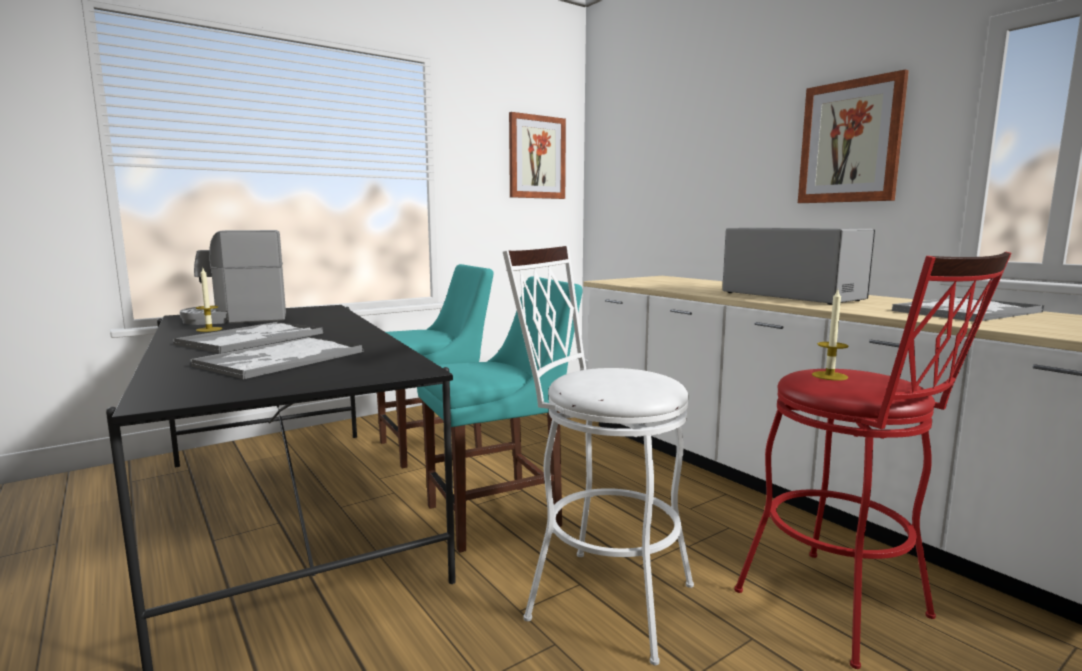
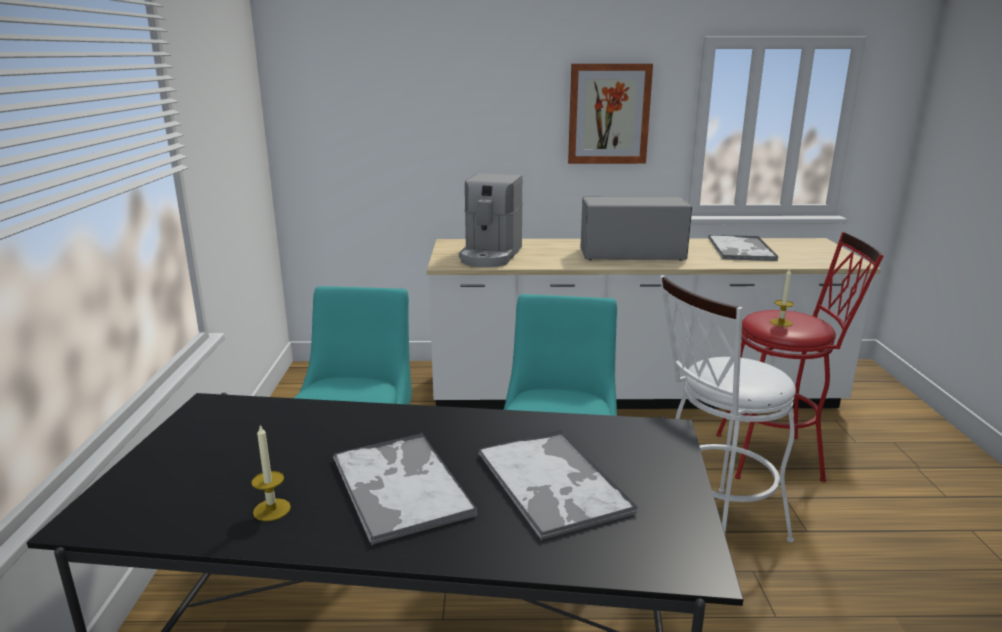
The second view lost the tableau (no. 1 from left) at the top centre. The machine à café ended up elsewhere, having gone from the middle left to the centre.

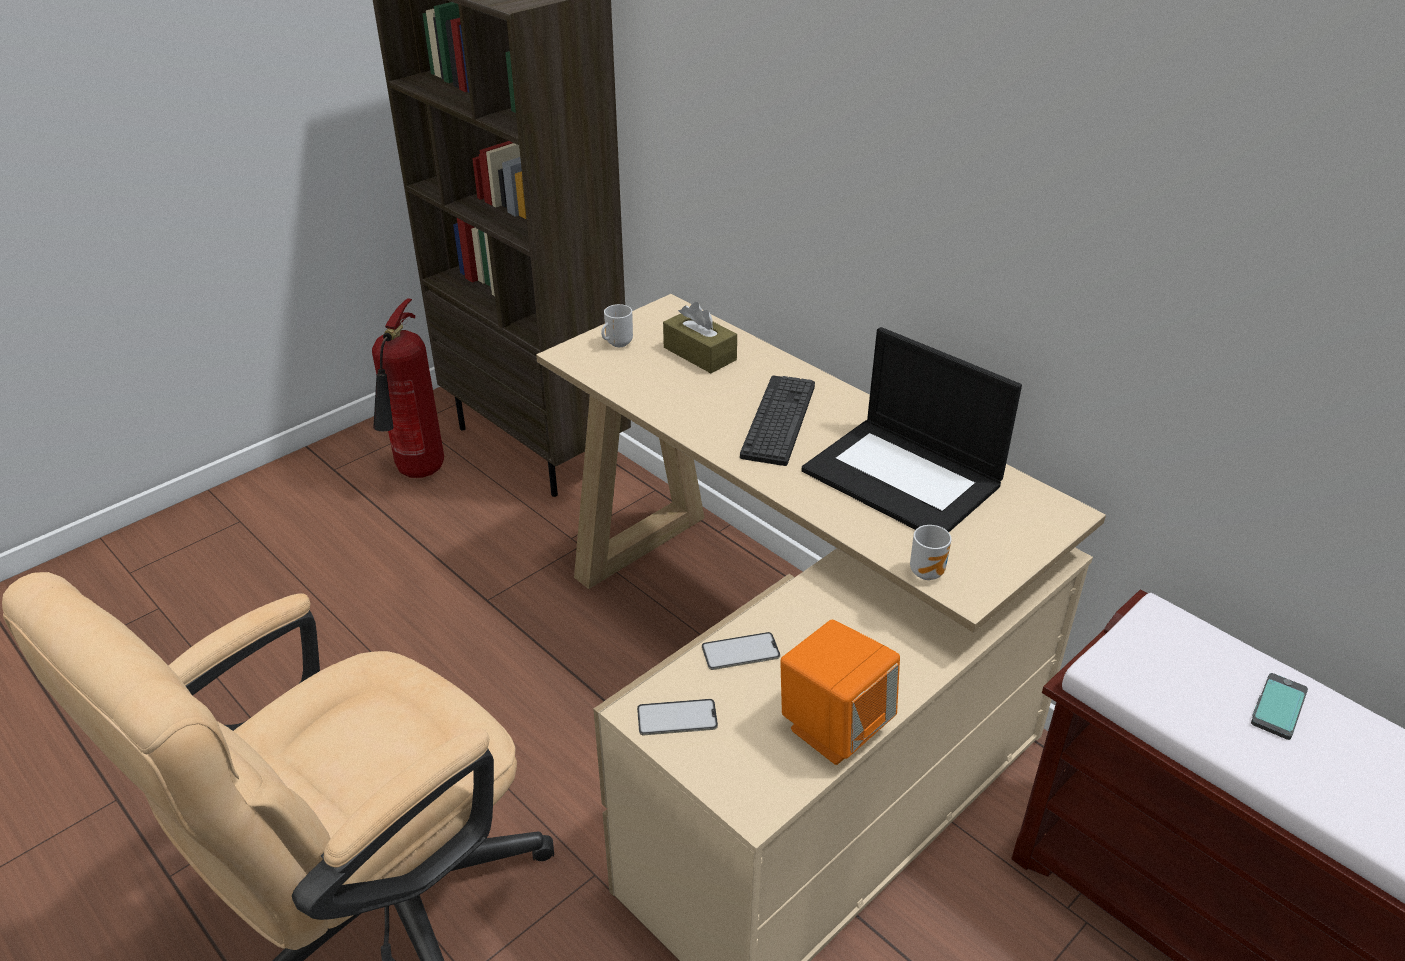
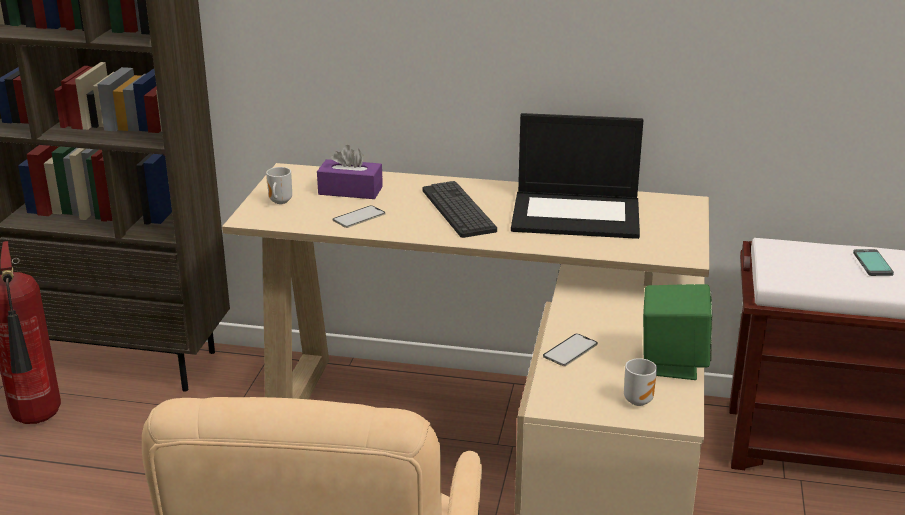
What was the boîte à mouchoirs (marron) at the centre turned into the boîte à mouchoirs (violet) at the centre. The mug (no. 2 from left) ended up elsewhere, having gone from the centre to the bottom right. What was the enceinte (orange) at the bottom centre turned into the enceinte (vert) at the middle right. The téléphone (no. 1 from left) ended up elsewhere, having gone from the bottom centre to the centre.

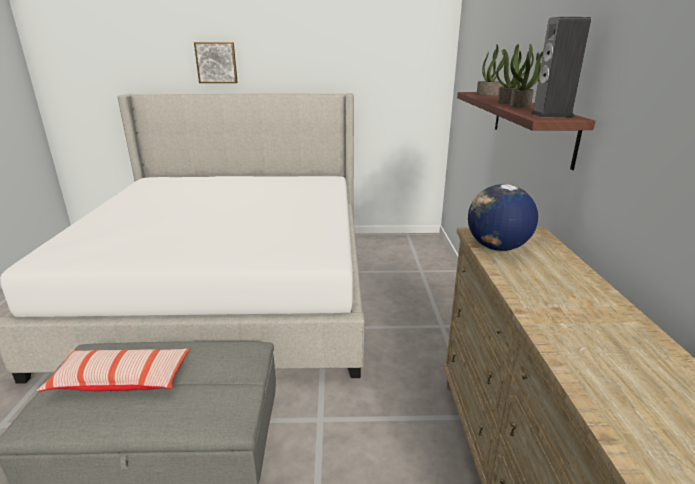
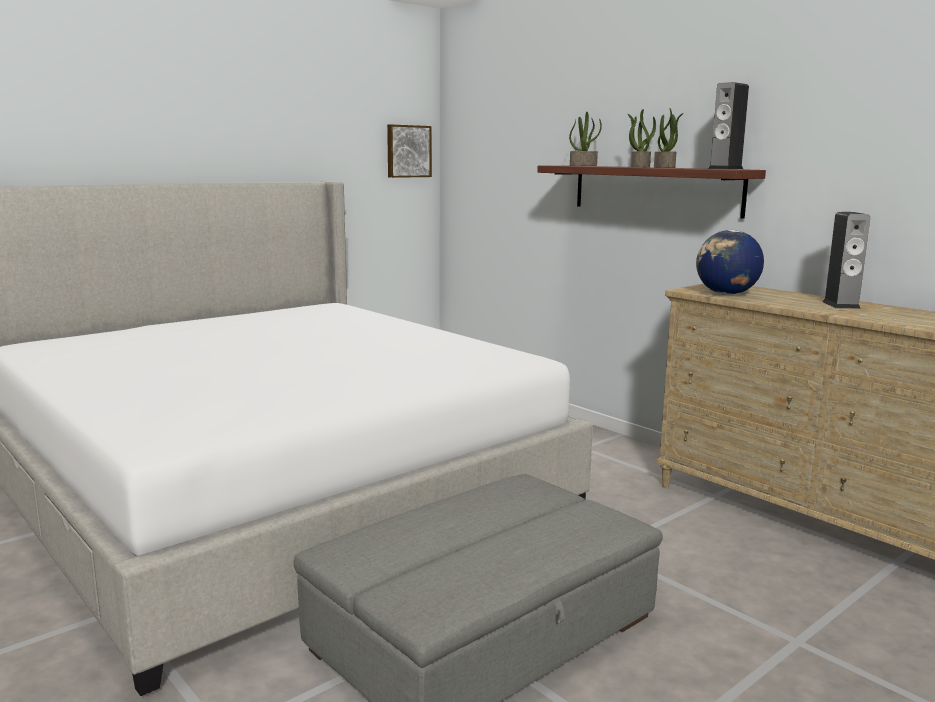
The tableau ended up elsewhere, having gone from the top left to the top centre. The second view lost the coussin at the bottom left. The second view gained the enceinte (no. 2 from left) at the middle right.

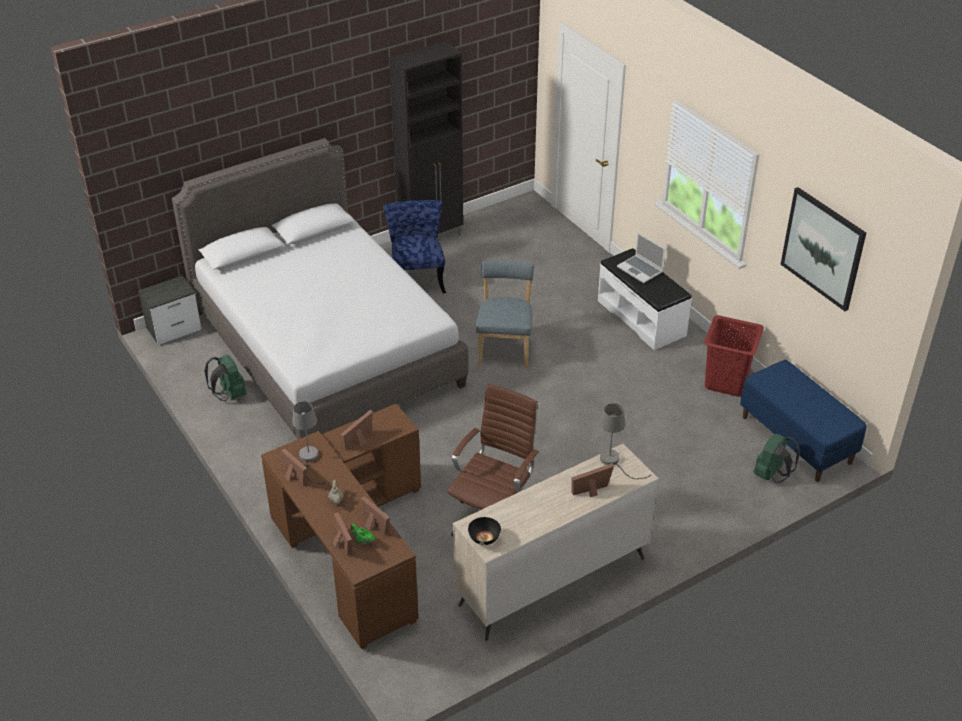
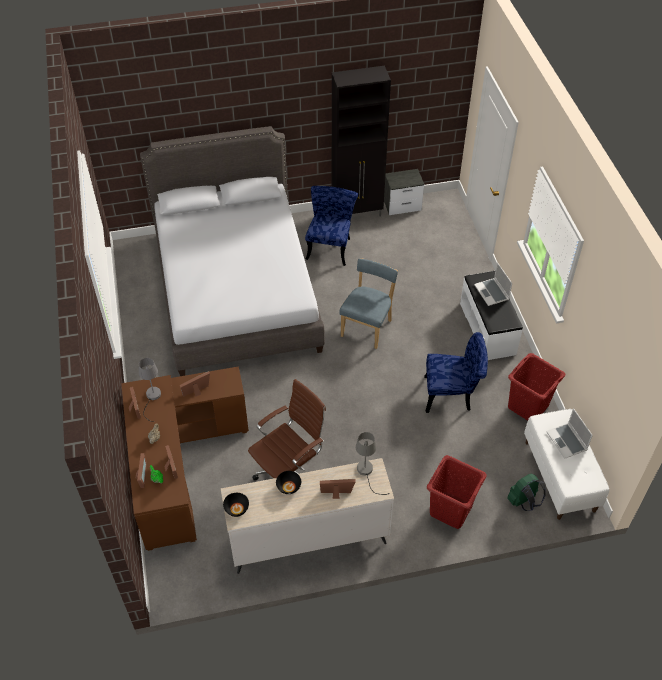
The second view lost the tableau at the middle right. The table de chevet ended up elsewhere, having gone from the middle left to the top centre. The second view lost the sac à dos (vert) (no. 1 from left) at the middle left. What was the banc (bleu) at the middle right turned into the banc (blanc) (no. 2 from left) at the bottom right. The second view gained the chaise (bleu) (no. 3 from left) at the middle right. The second view gained the ordinateur portable (no. 2 from left) at the middle right. The second view gained the panier à linge (rouge) (no. 1 from left) at the bottom right. The second view gained the bol (noir) (no. 2 from left) at the bottom centre.

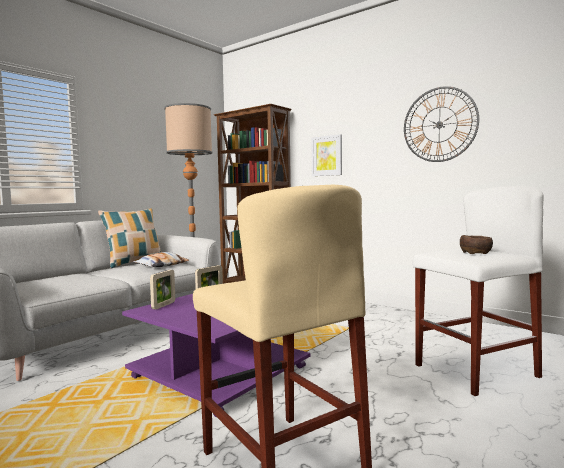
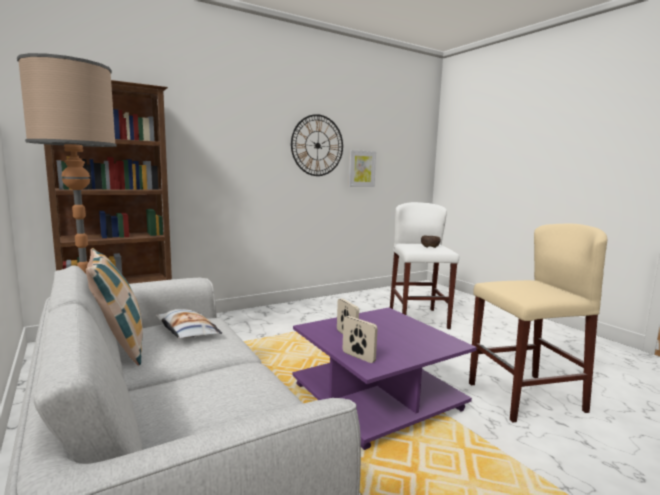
The tableau ended up elsewhere, having gone from the top centre to the centre.

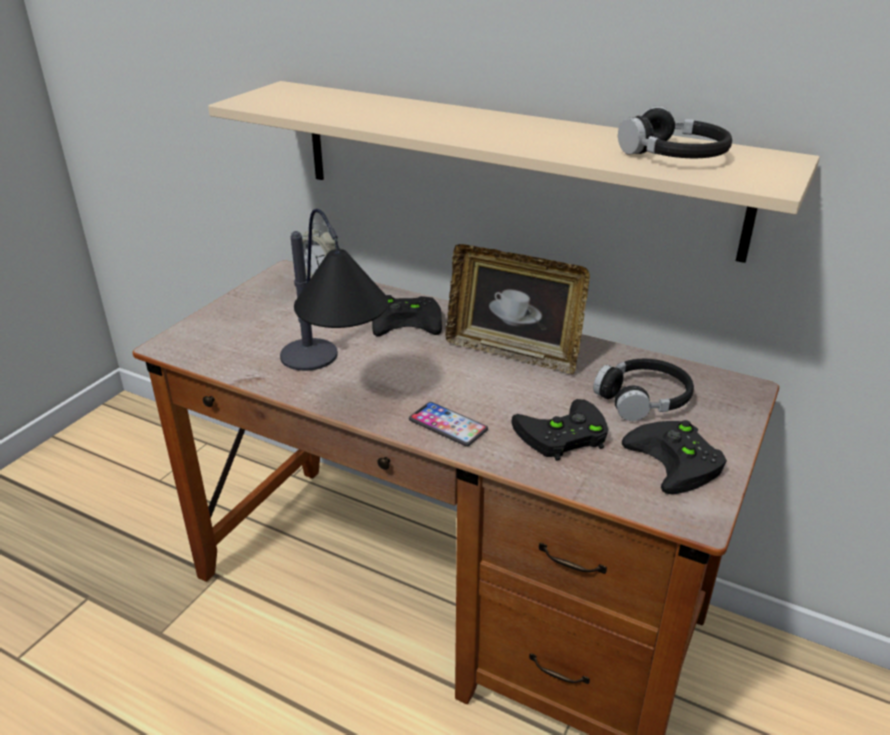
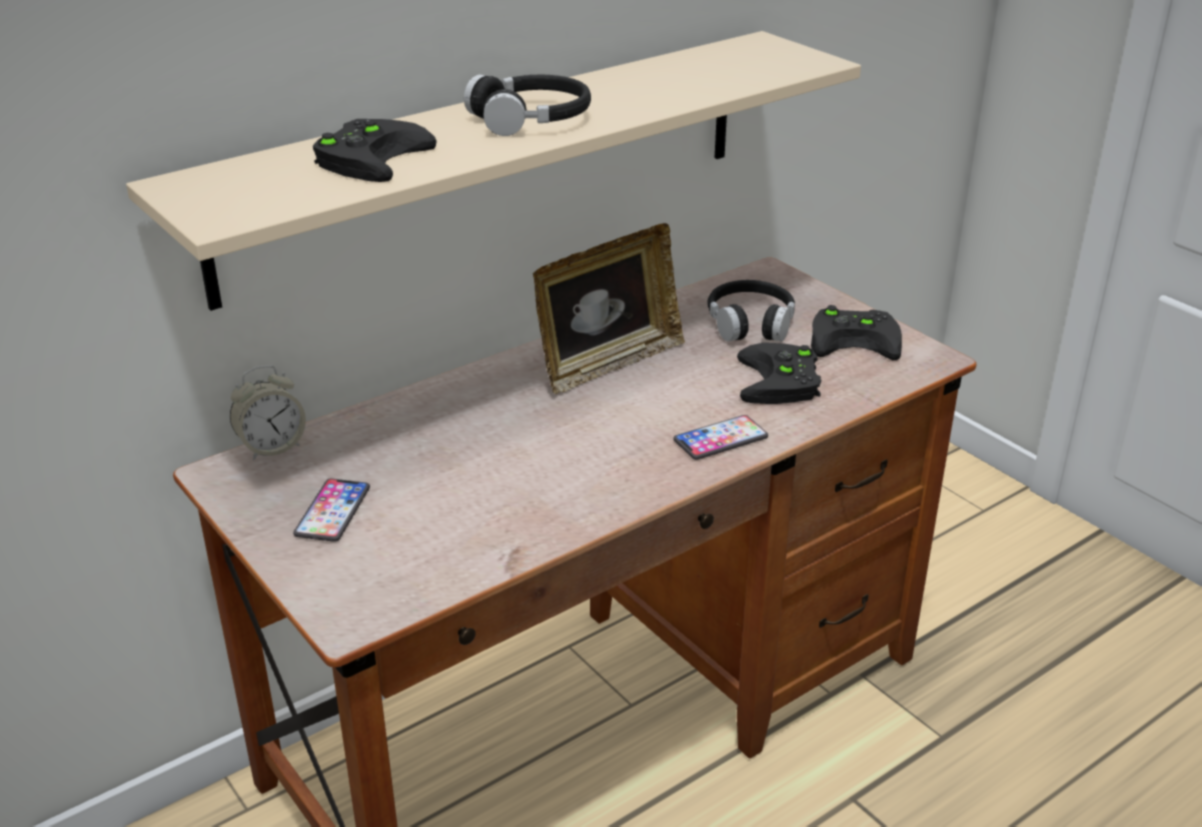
The casque audio (noir) (no. 2 from left in the first image) ended up elsewhere, having gone from the top right to the top centre. The second view lost the lampe de table at the centre. The manette (noir) (no. 1 from left) ended up elsewhere, having gone from the centre to the top left. The second view gained the téléphone (no. 1 from left) at the middle left.

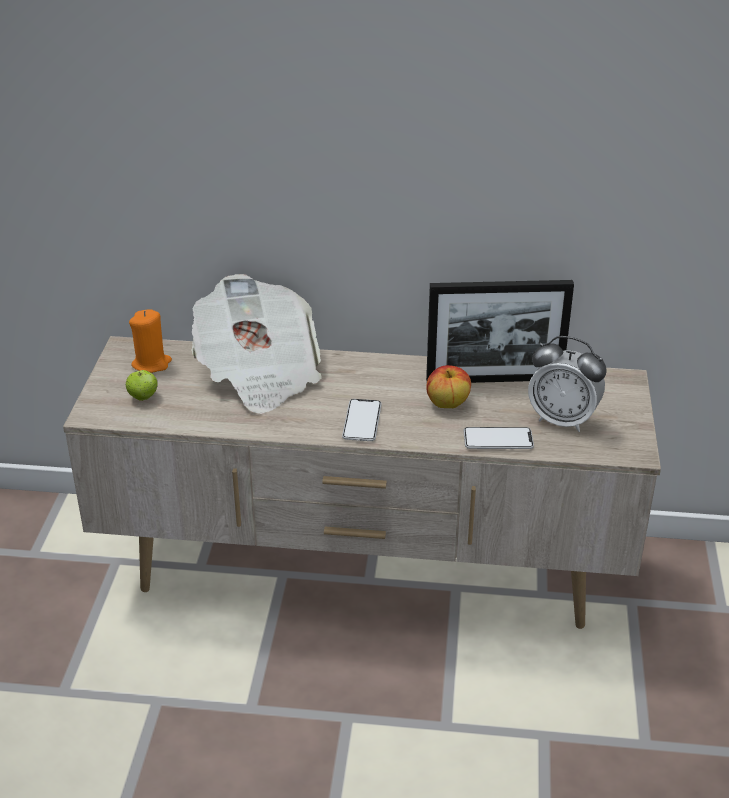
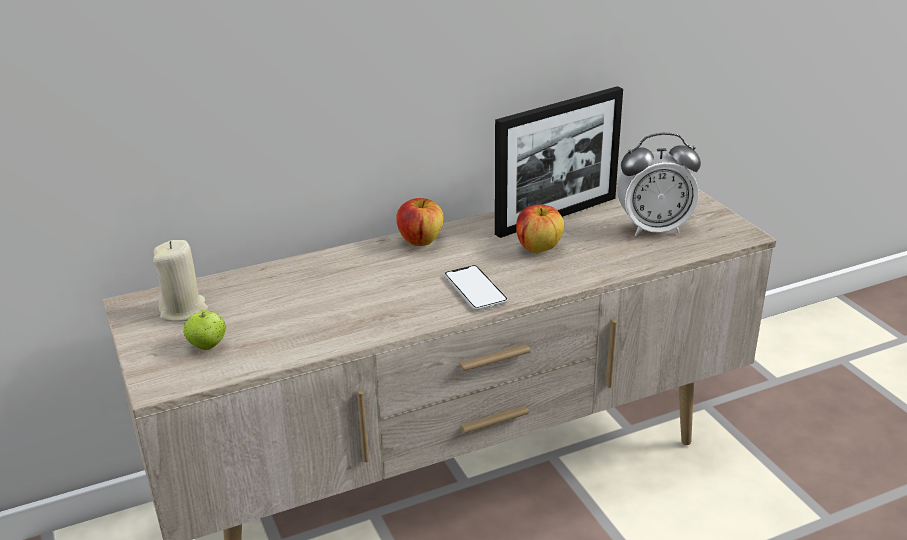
The second view lost the journal at the centre. What was the bougie (orange) at the middle left turned into the bougie (beige) at the middle left. The second view lost the téléphone (no. 2 from left) at the middle right. The second view gained the pomme (no. 2 from left) at the centre.

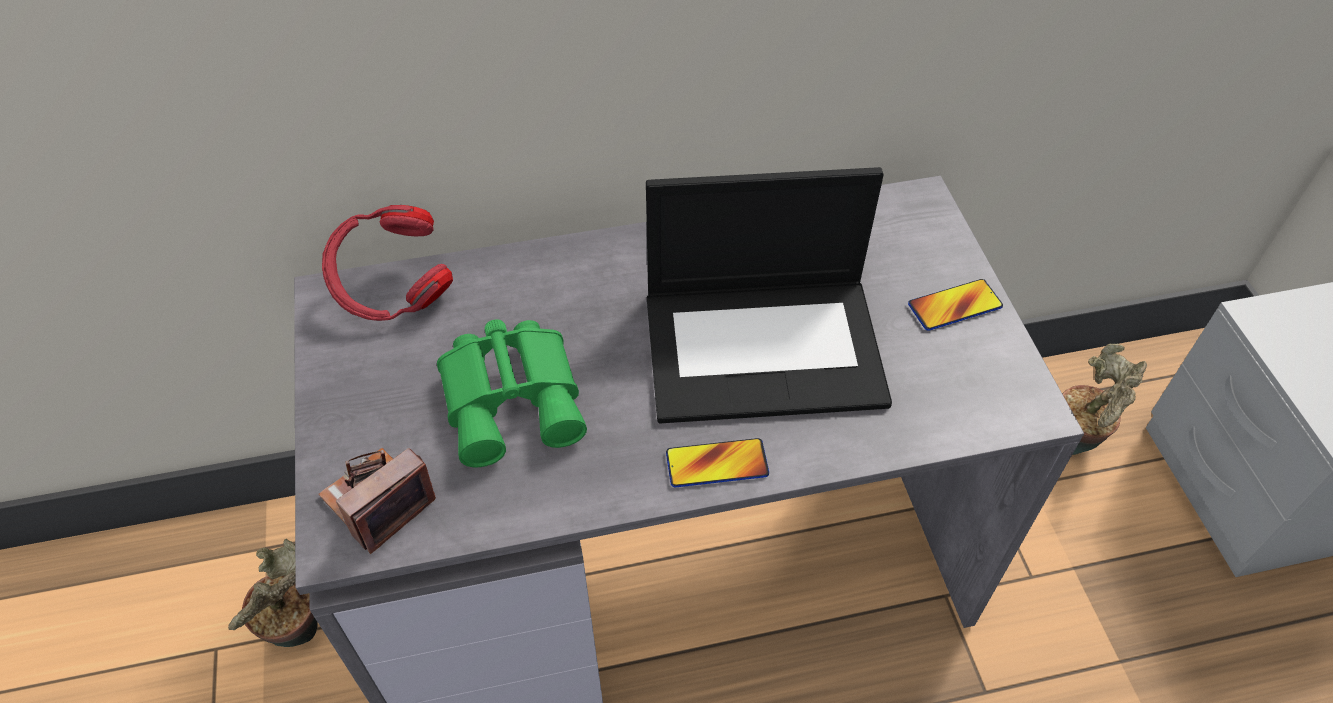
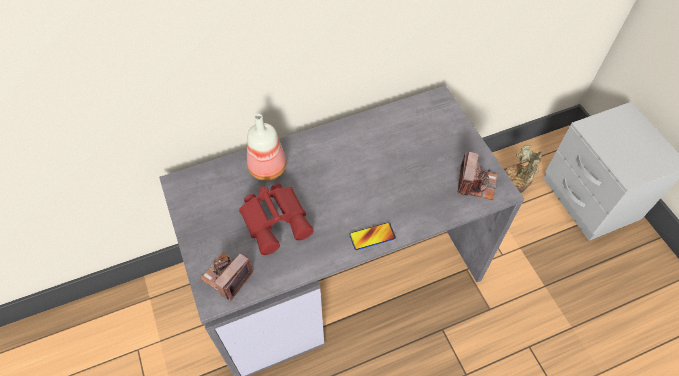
The second view lost the ordinateur portable at the centre. The second view lost the casque audio (rouge) at the middle left. The second view lost the téléphone (no. 2 from left) at the middle right. What was the jumelles (vert) at the centre turned into the jumelles (rouge) at the centre. The second view lost the plante en pot (no. 1 from left) at the bottom left. The second view gained the bouteille at the centre. The second view gained the appareil photo (no. 2 from left) at the middle right.

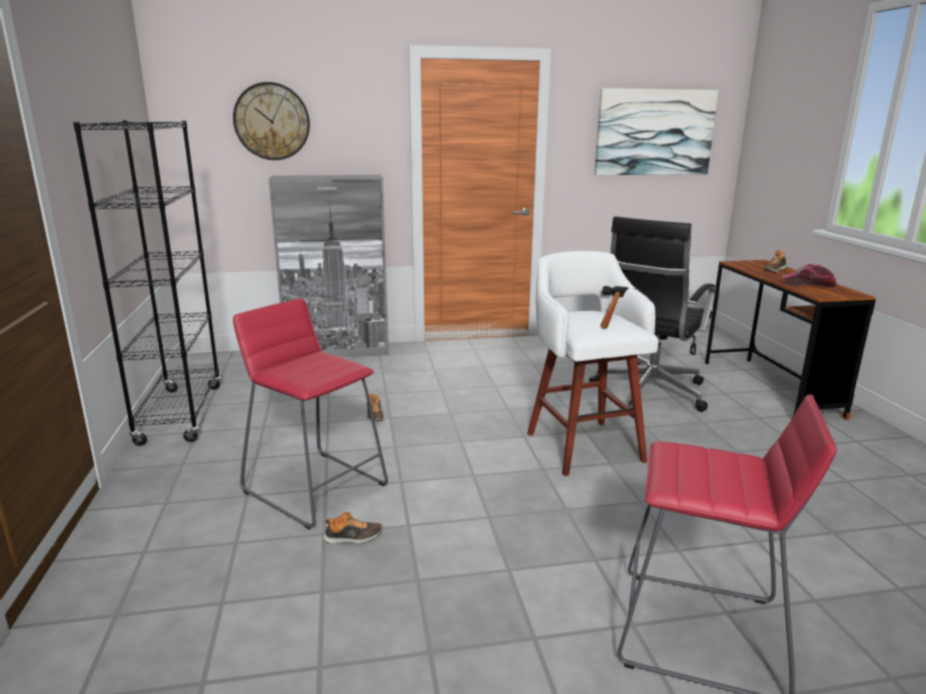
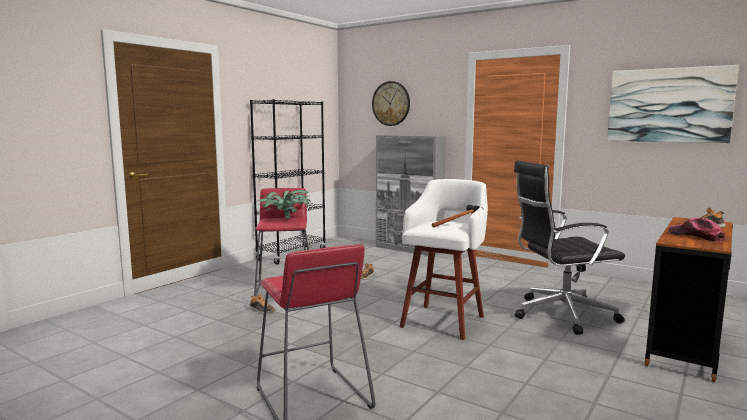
The second view gained the plante en pot at the centre.

